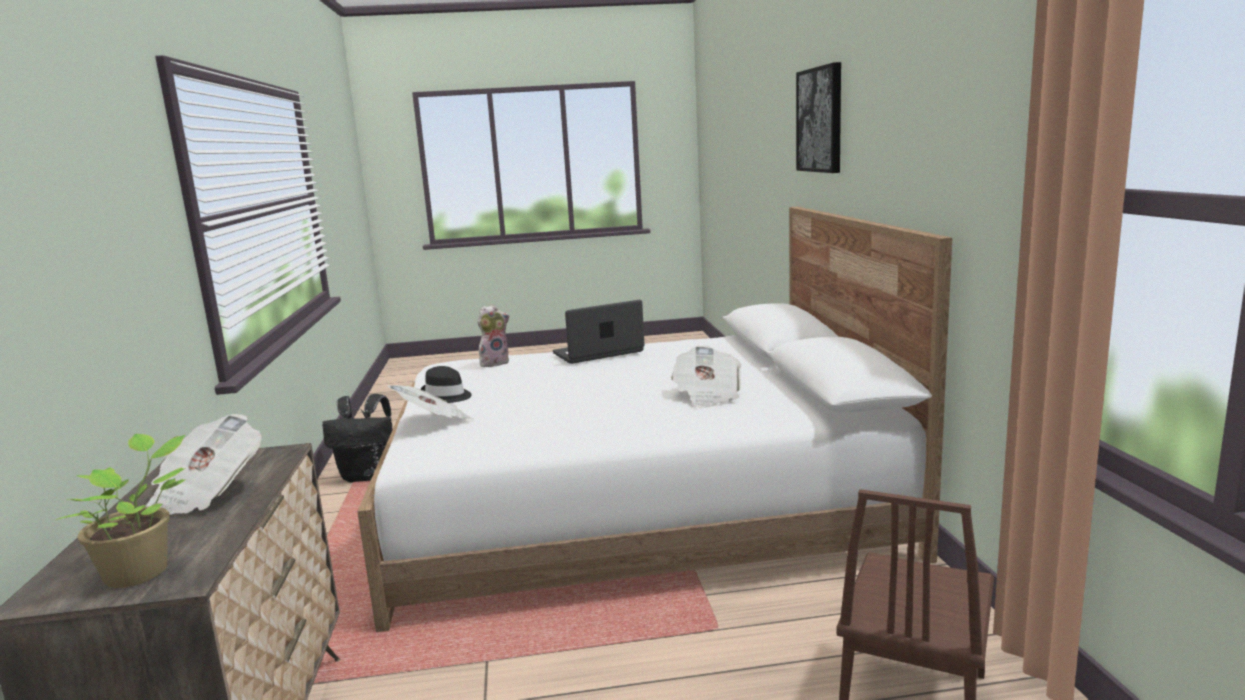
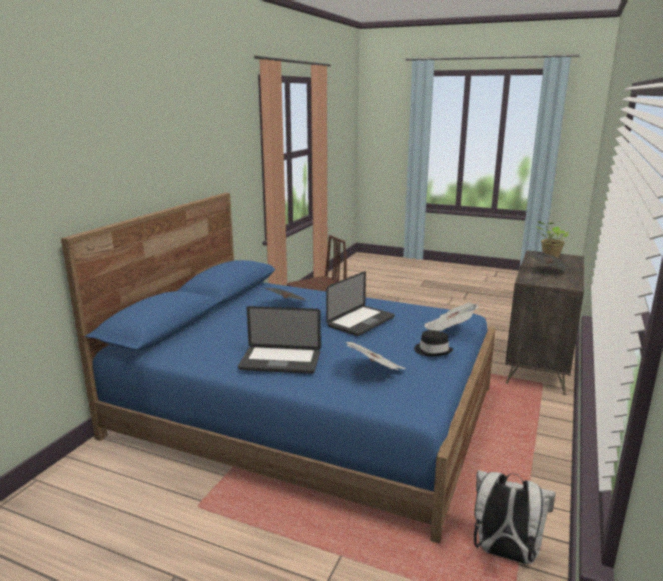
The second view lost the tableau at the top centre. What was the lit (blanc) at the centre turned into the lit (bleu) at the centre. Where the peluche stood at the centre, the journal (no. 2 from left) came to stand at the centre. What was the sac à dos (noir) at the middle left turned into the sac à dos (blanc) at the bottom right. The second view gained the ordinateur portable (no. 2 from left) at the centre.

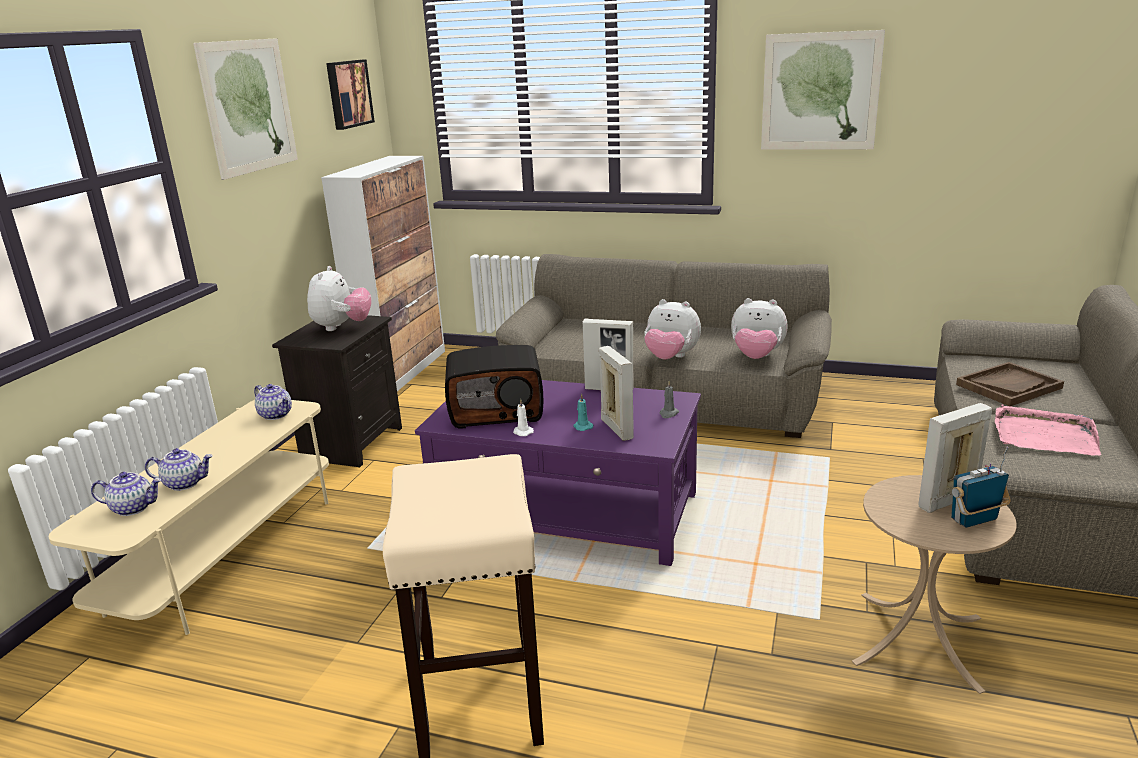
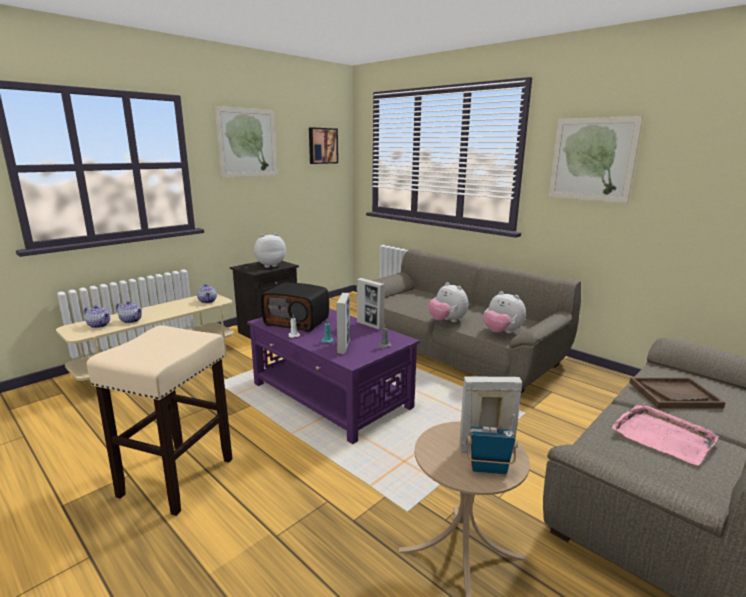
The second view lost the meuble de rangement at the centre. The peluche (no. 1 from left) at the middle left ended up facing another way, 150 degrees counterclockwise from before.

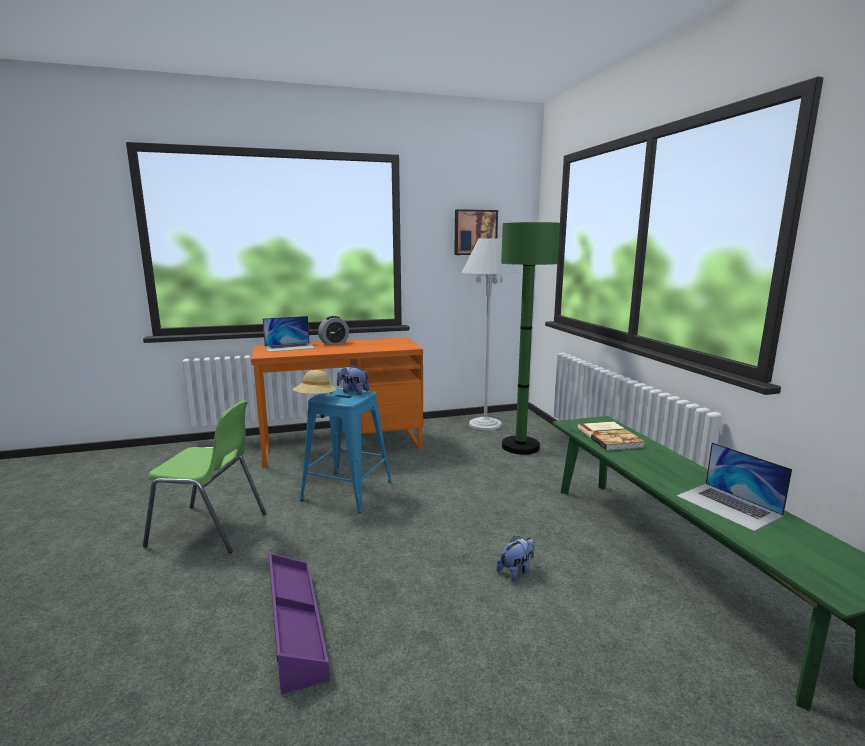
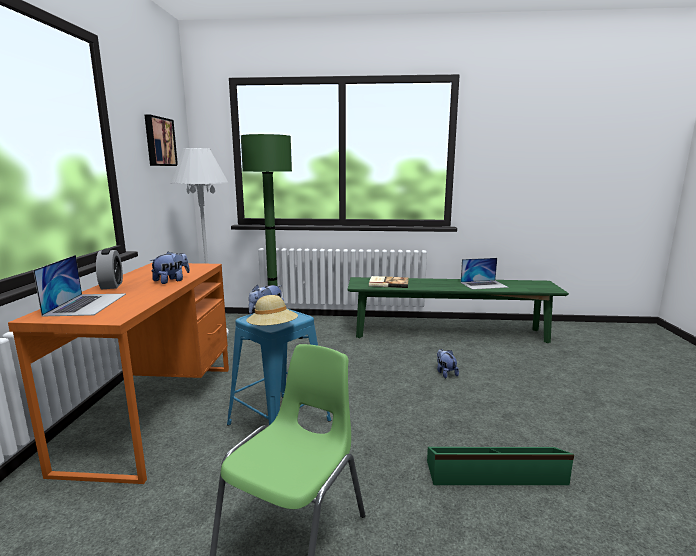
What was the boîte de rangement (violet) at the bottom centre turned into the boîte de rangement (vert) at the bottom right. The second view gained the peluche (no. 1 from left) at the middle left.

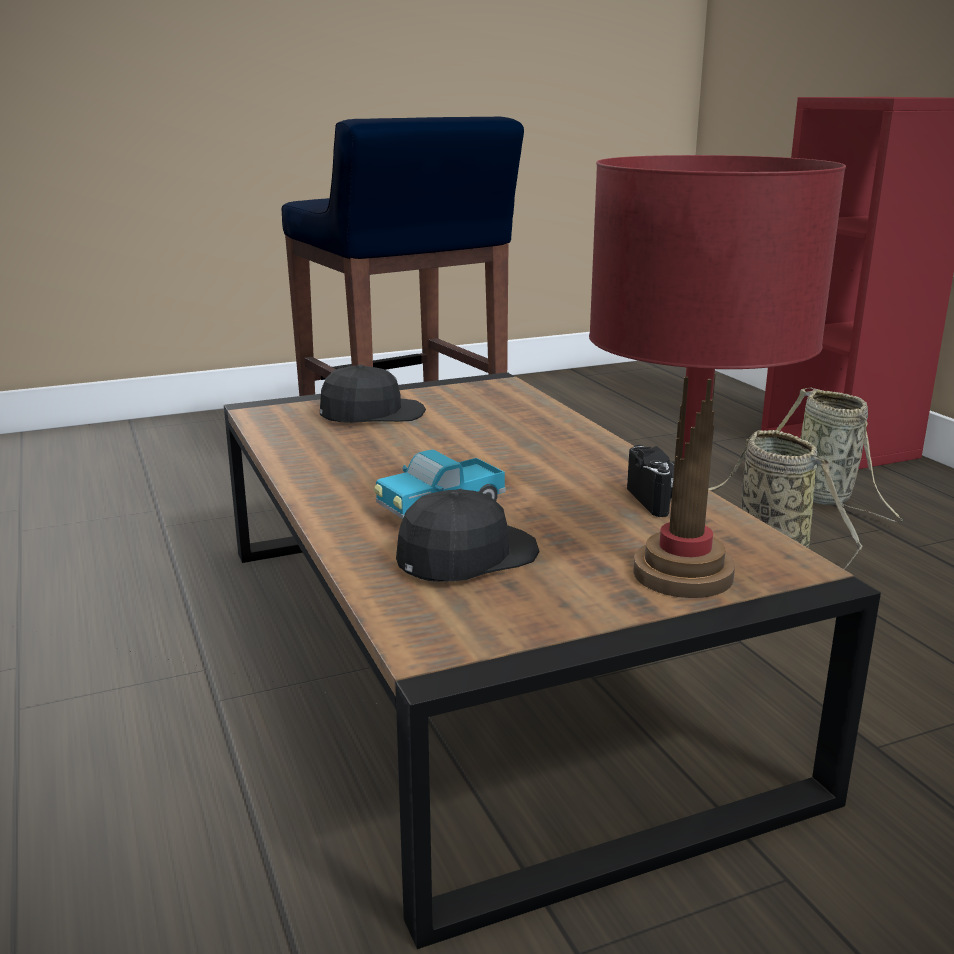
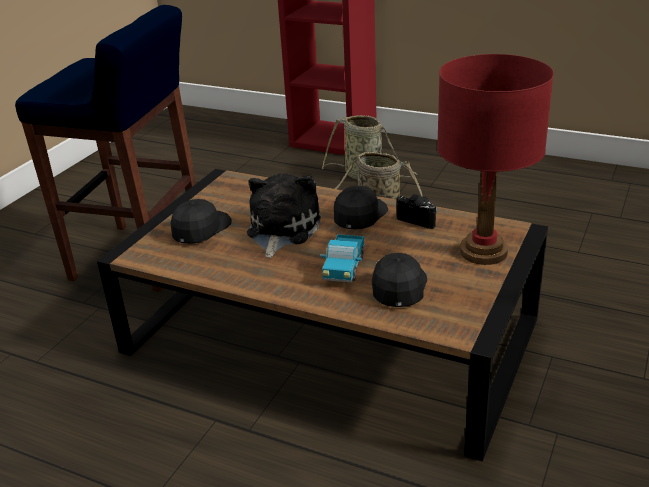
The second view gained the peluche at the centre. The second view gained the casquette (noir) (no. 2 from left) at the centre.

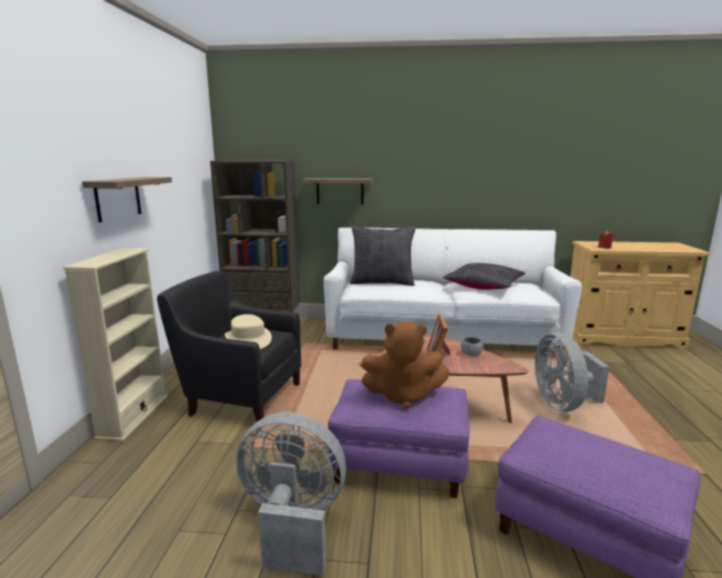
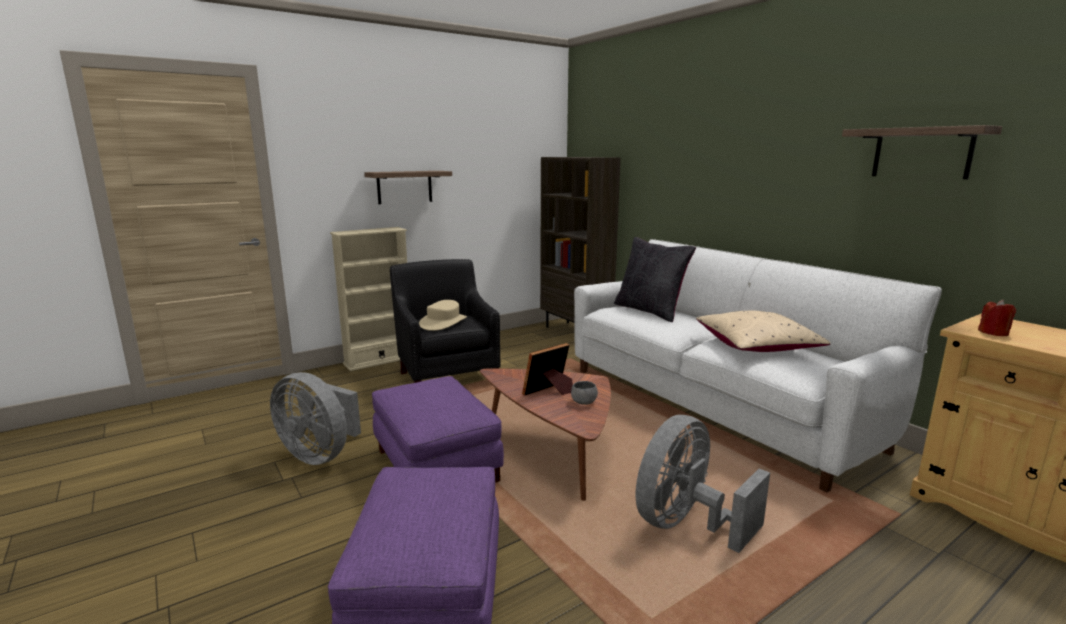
The étagère (no. 2 from left) ended up elsewhere, having gone from the top centre to the top right. What was the coussin (noir) (no. 2 from left) at the middle right turned into the coussin (beige) at the middle right. The second view lost the peluche (marron) at the centre. The ventilateur (gris) (no. 1 from left) at the bottom centre ended up facing another way, 150 degrees clockwise from before.

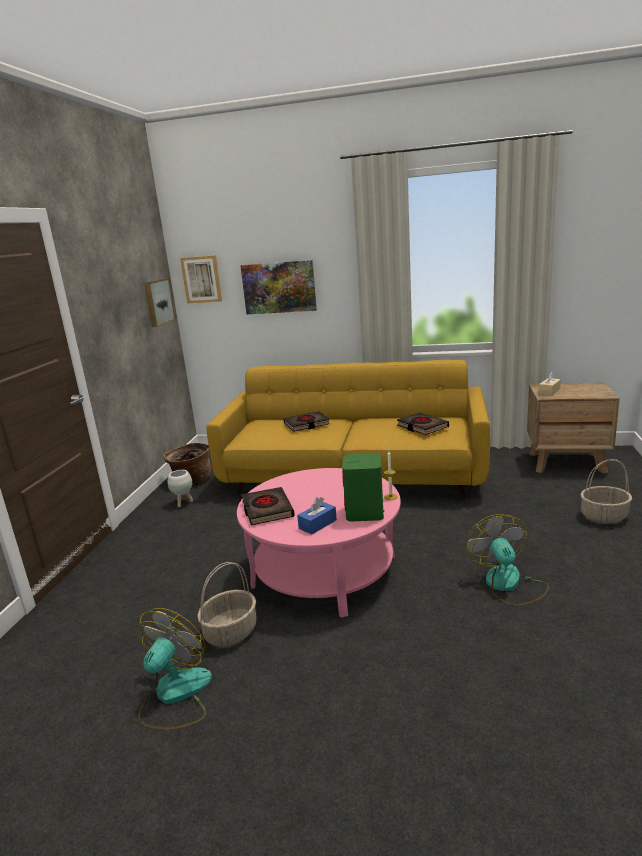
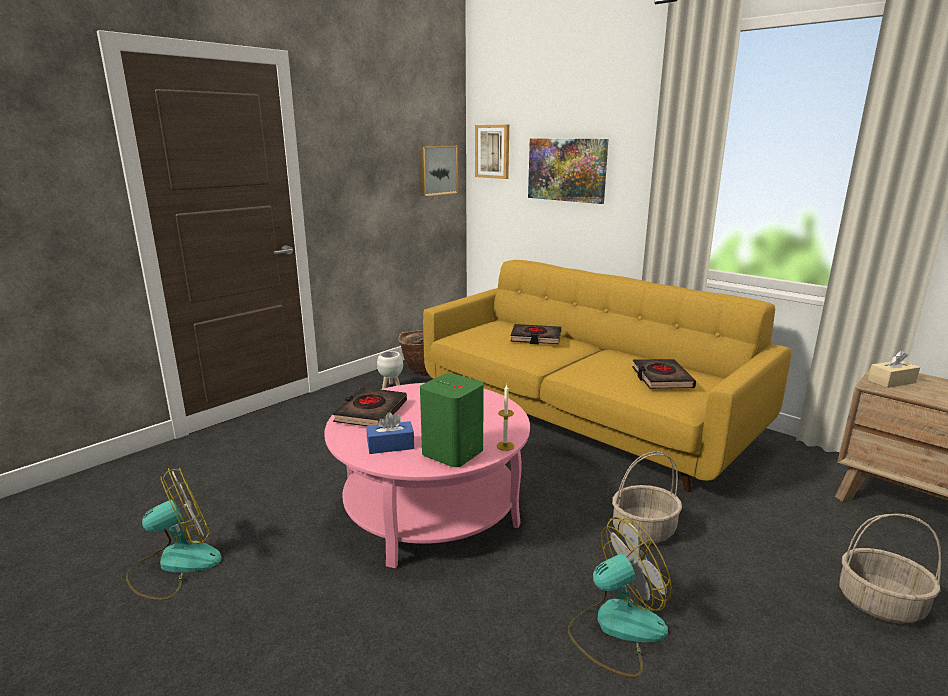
The ventilateur (no. 2 from left) at the middle right ended up facing another way, 45 degrees clockwise from before. The panier (no. 2 from left) ended up elsewhere, having gone from the bottom centre to the bottom right.

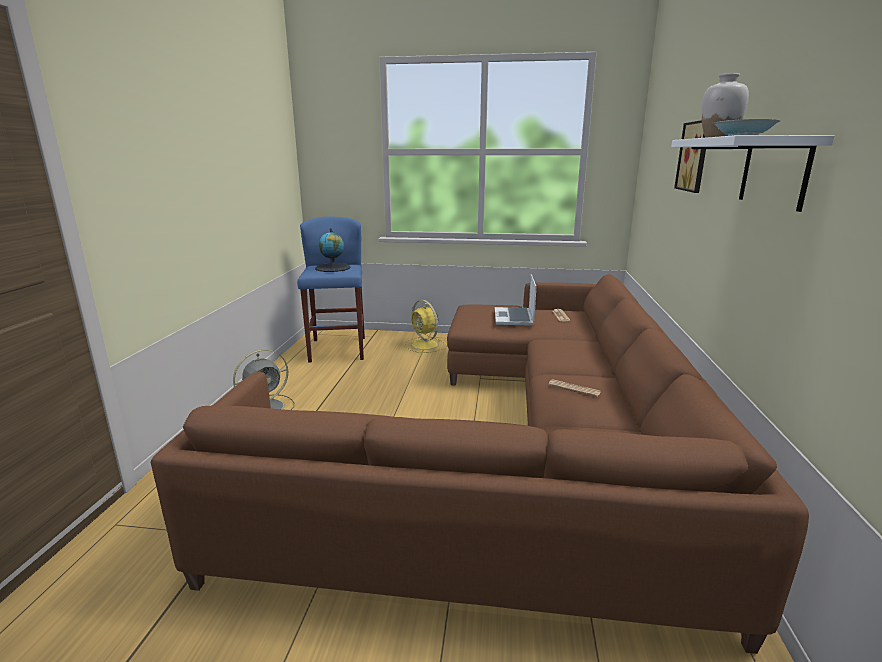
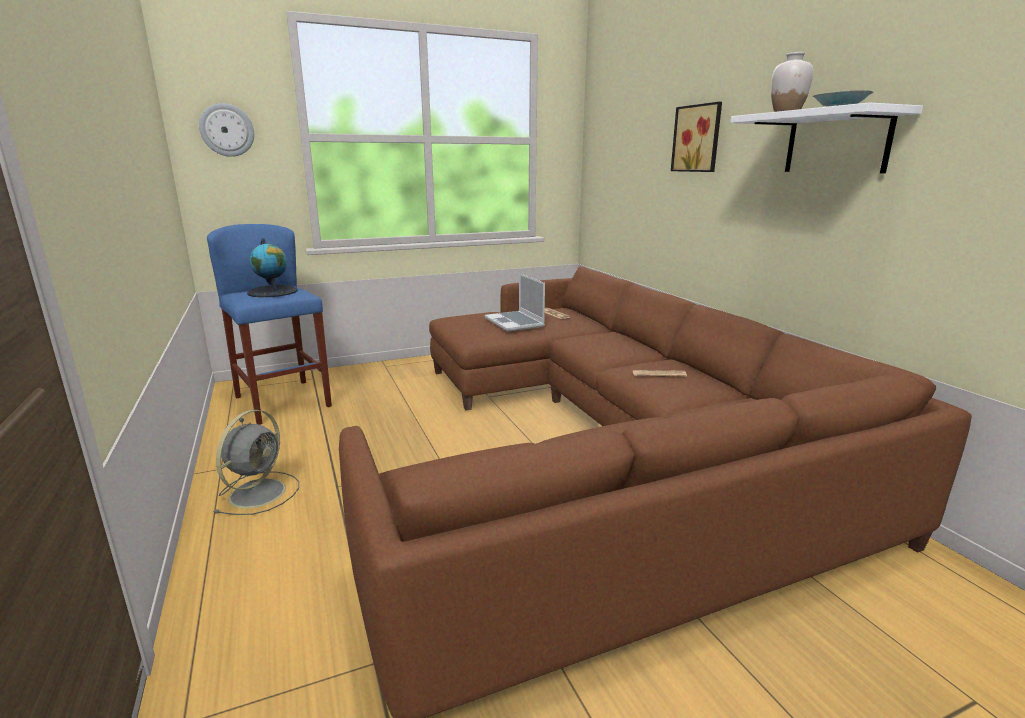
The second view lost the ventilateur (jaune) at the centre. The second view gained the horloge murale at the top left.

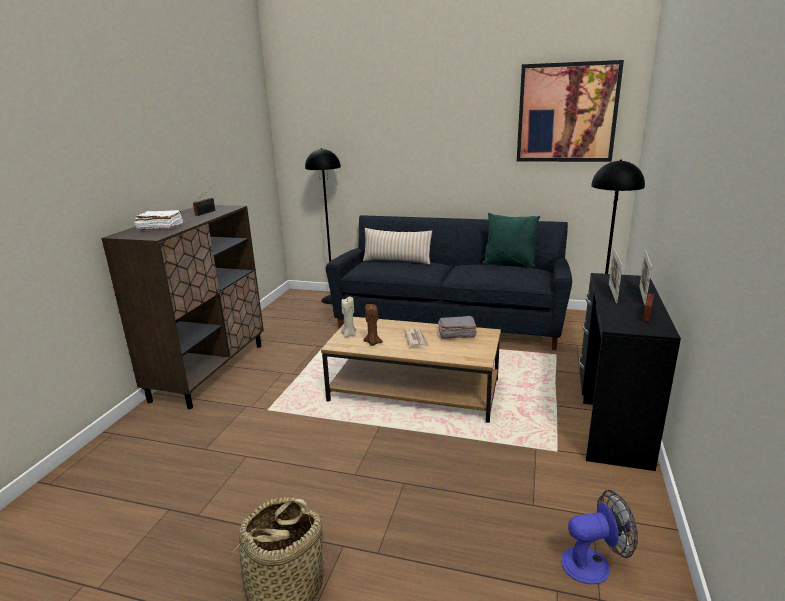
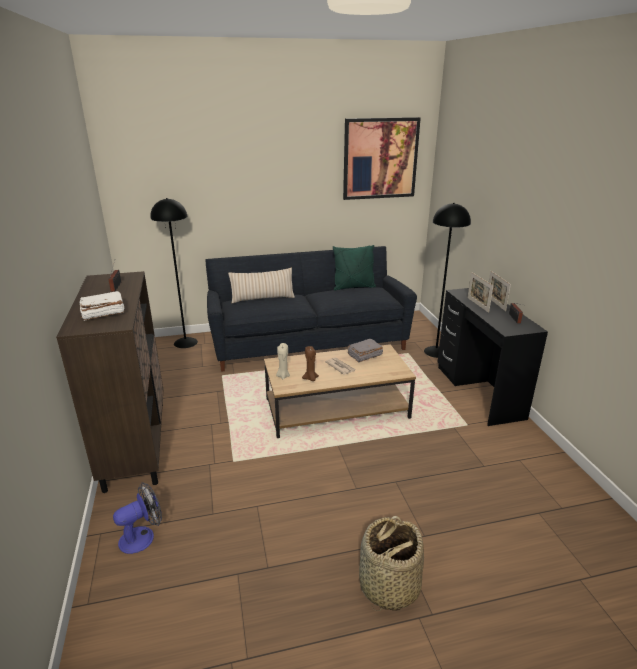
The ventilateur ended up elsewhere, having gone from the bottom right to the bottom left.

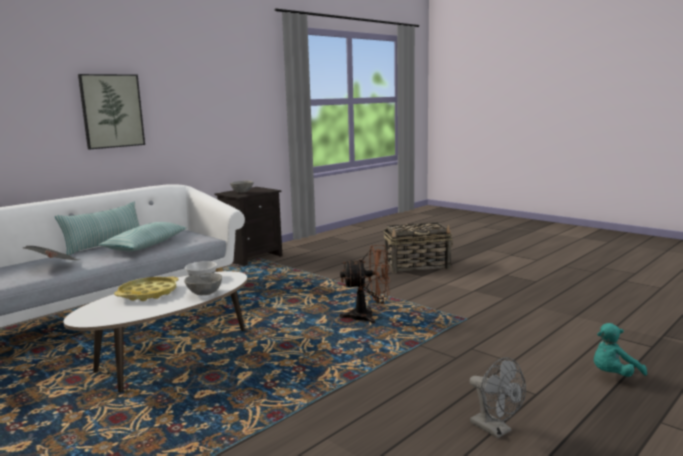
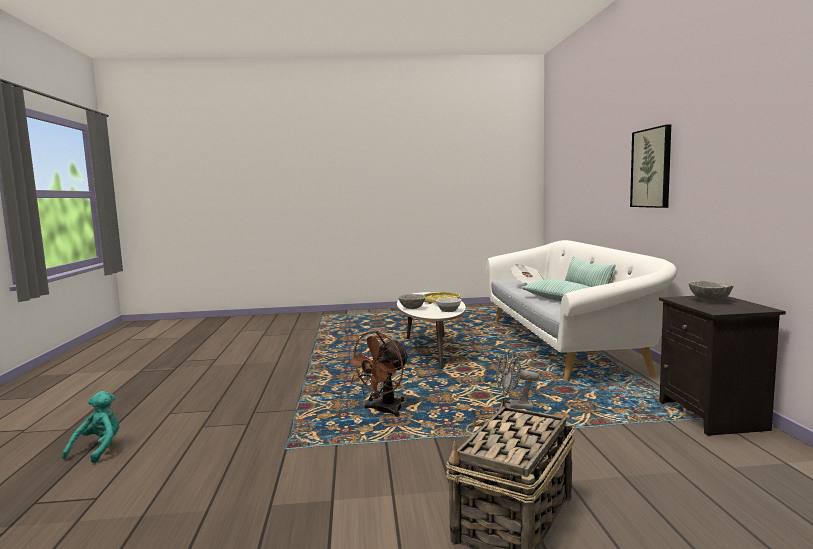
The ventilateur (gris) ended up elsewhere, having gone from the bottom right to the bottom centre.

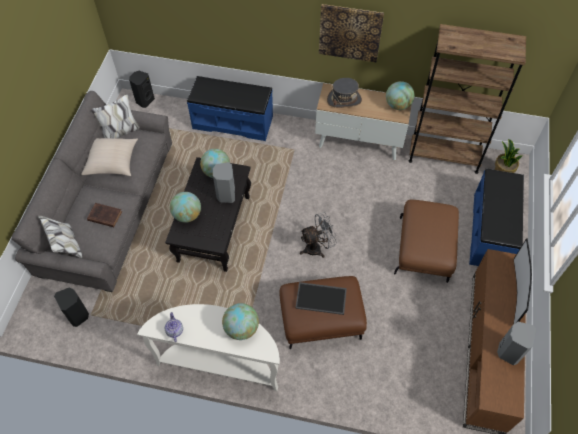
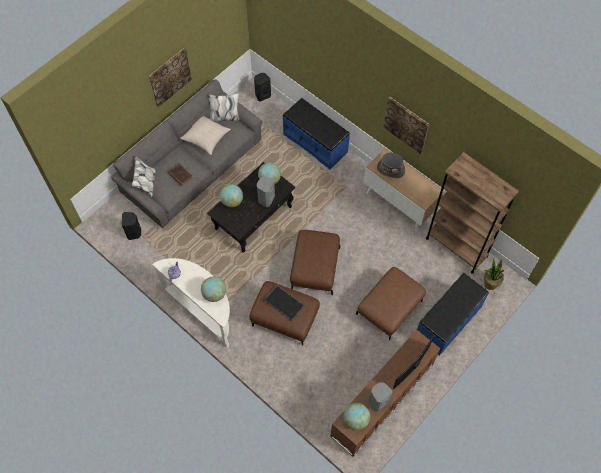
The globe (no. 4 from left) ended up elsewhere, having gone from the top right to the bottom centre. Where the ventilateur (gris) stood at the centre, the pouf (marron) (no. 2 from left) came to stand at the centre. The second view gained the tableau (no. 1 from left) at the top left.

